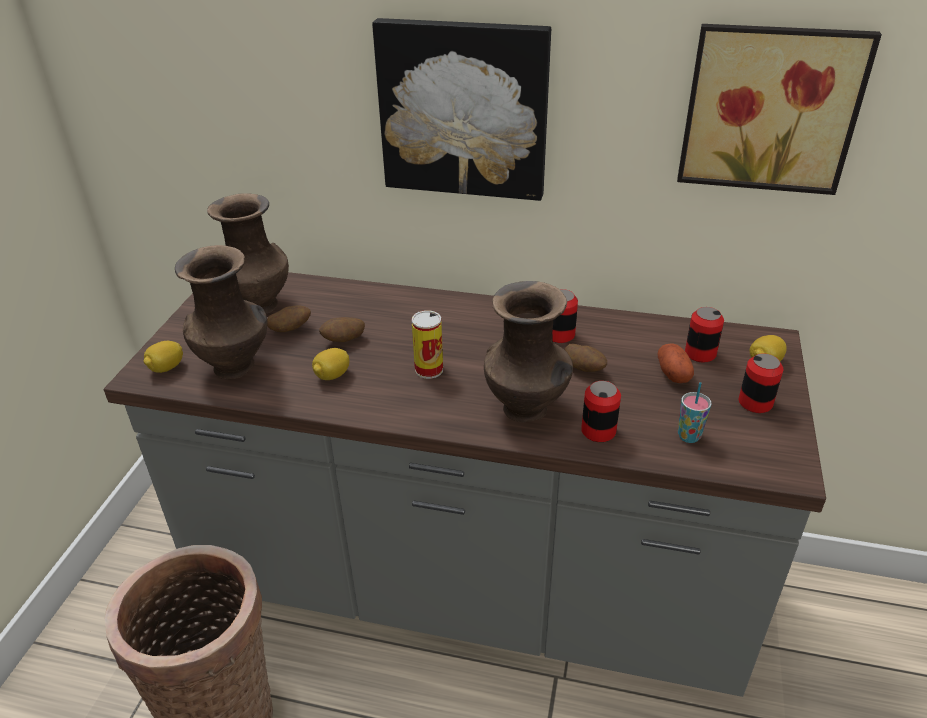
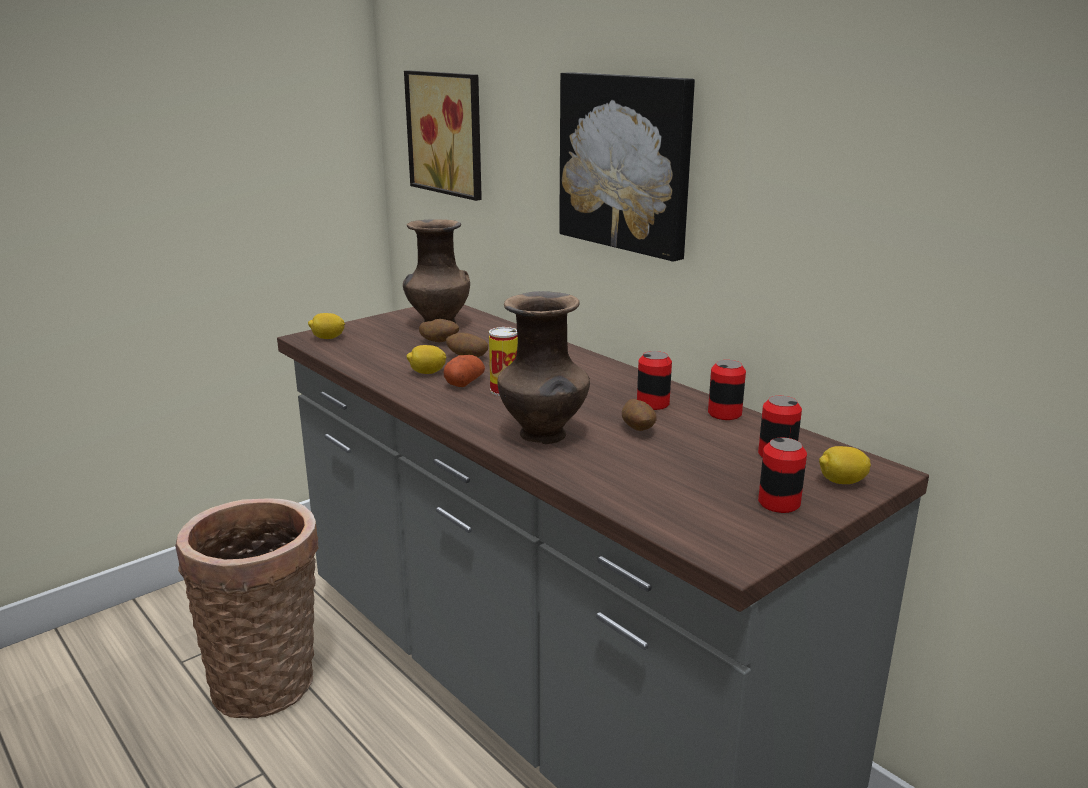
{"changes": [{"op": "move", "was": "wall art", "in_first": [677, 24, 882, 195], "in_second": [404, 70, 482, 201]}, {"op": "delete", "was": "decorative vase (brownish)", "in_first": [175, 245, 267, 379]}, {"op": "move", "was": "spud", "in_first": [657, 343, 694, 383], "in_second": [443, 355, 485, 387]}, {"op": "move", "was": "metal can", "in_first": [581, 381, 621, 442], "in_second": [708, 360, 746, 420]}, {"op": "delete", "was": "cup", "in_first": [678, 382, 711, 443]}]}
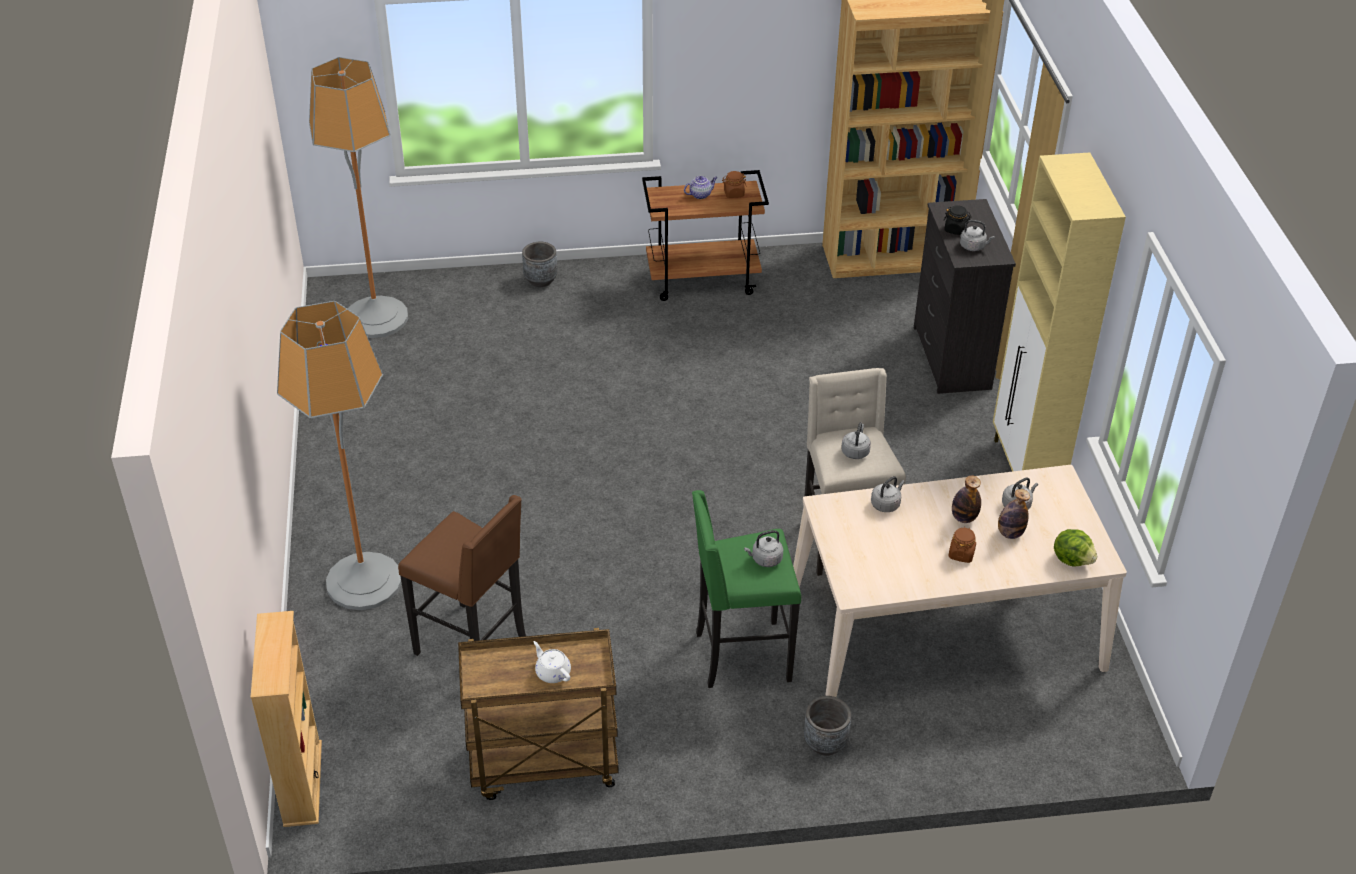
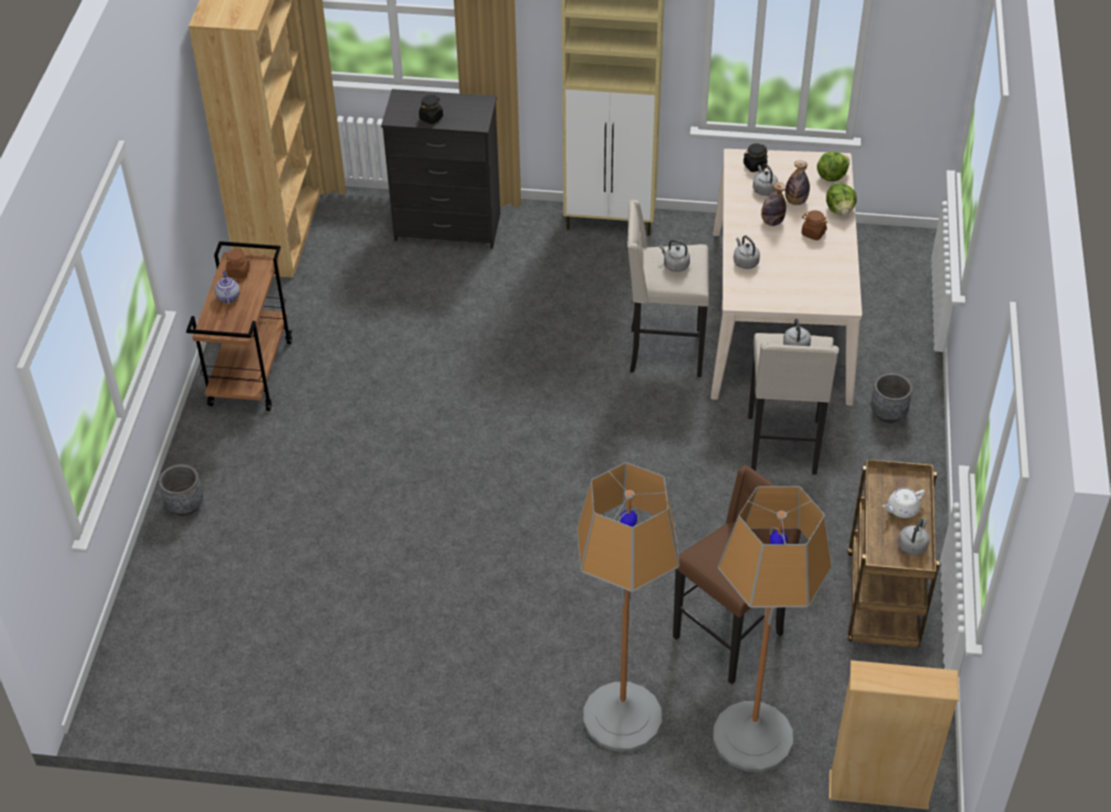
{"changes": [{"op": "move", "was": "standard lamp", "in_first": [309, 57, 408, 338], "in_second": [713, 486, 832, 772]}, {"op": "move", "was": "kettle (gray)", "in_first": [960, 220, 995, 251], "in_second": [898, 518, 930, 555]}, {"op": "recolor", "was": "stool (green)", "now": "stool (beige)", "in_first": [692, 490, 801, 688], "in_second": [748, 333, 839, 475]}, {"op": "insert", "now": "preserve jar (black)", "in_second": [743, 143, 768, 172]}, {"op": "insert", "now": "lettuce", "in_second": [826, 183, 857, 215]}]}
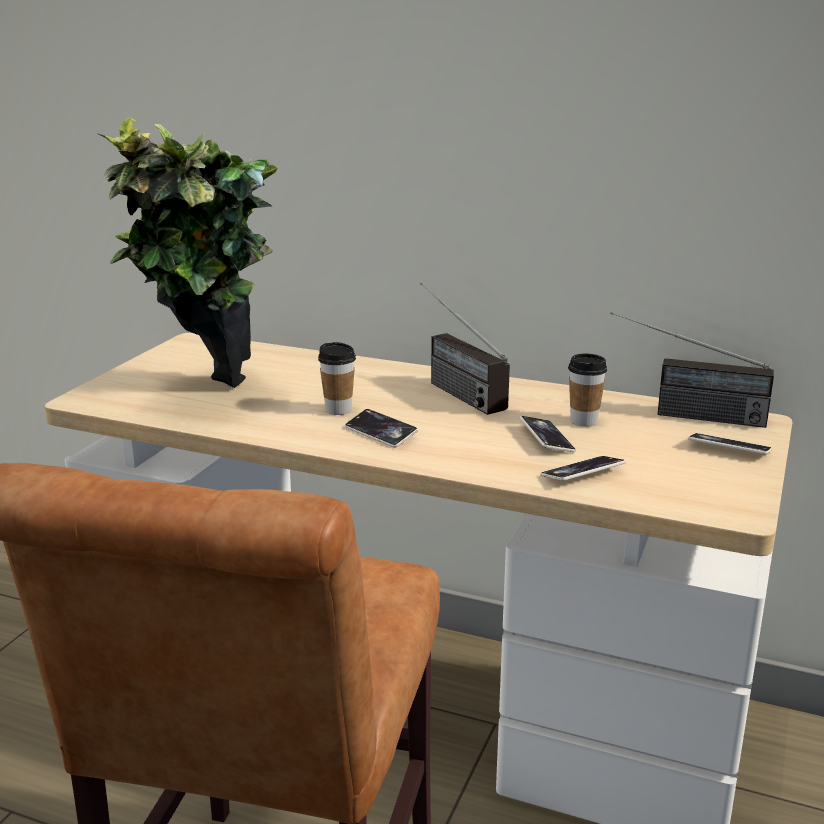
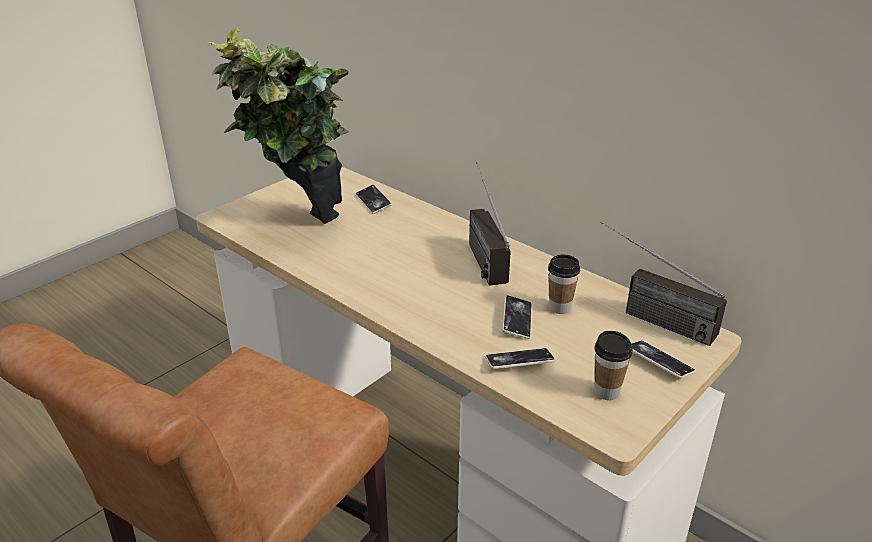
{"changes": [{"op": "move", "was": "cup", "in_first": [318, 342, 356, 415], "in_second": [594, 331, 632, 400]}, {"op": "move", "was": "phone", "in_first": [345, 409, 418, 448], "in_second": [355, 185, 392, 214]}]}
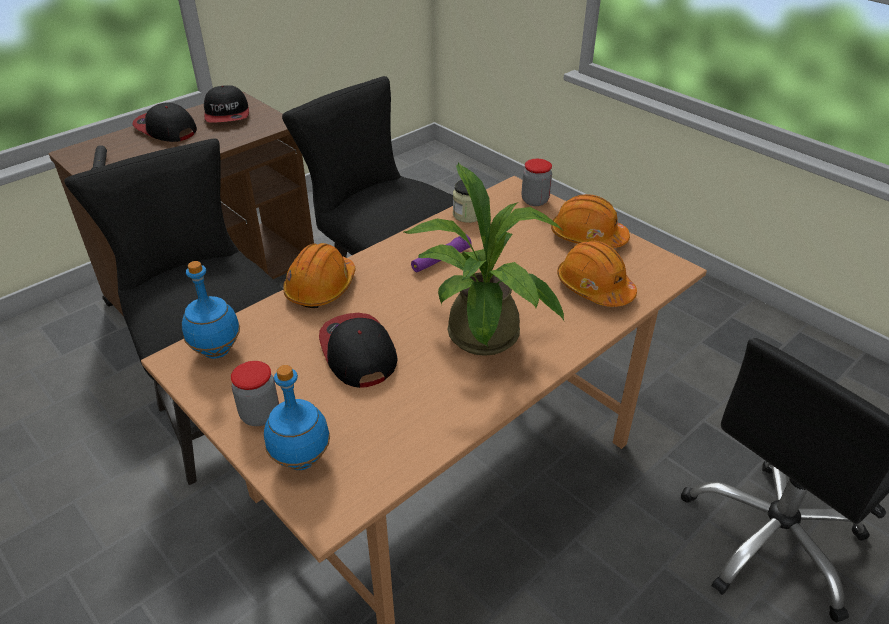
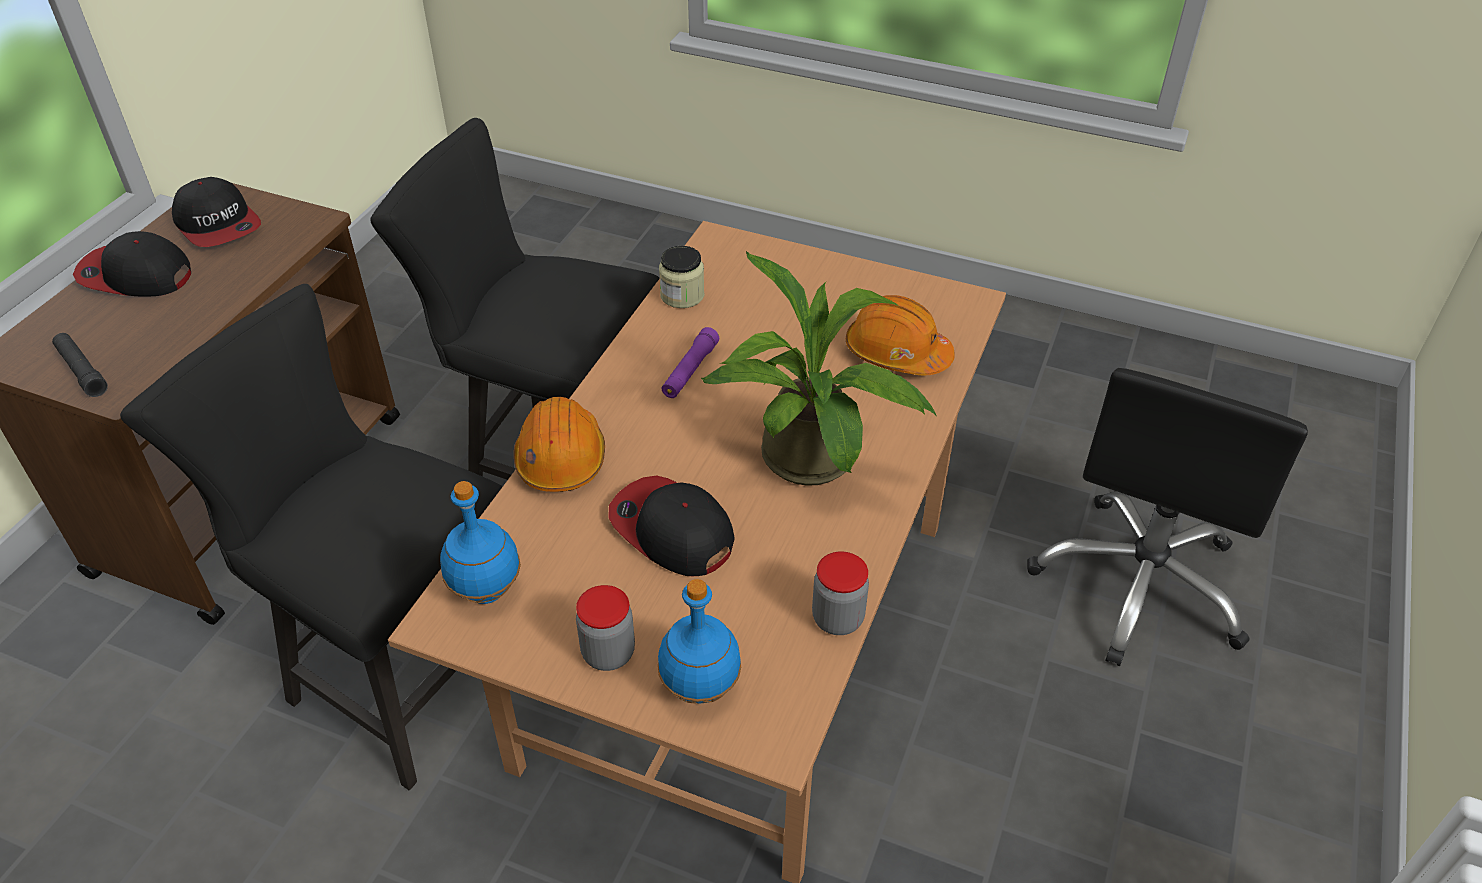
{"changes": [{"op": "move", "was": "preserve jar", "in_first": [522, 159, 552, 206], "in_second": [812, 551, 869, 635]}, {"op": "delete", "was": "work helmet (orange)", "in_first": [551, 194, 630, 248]}]}
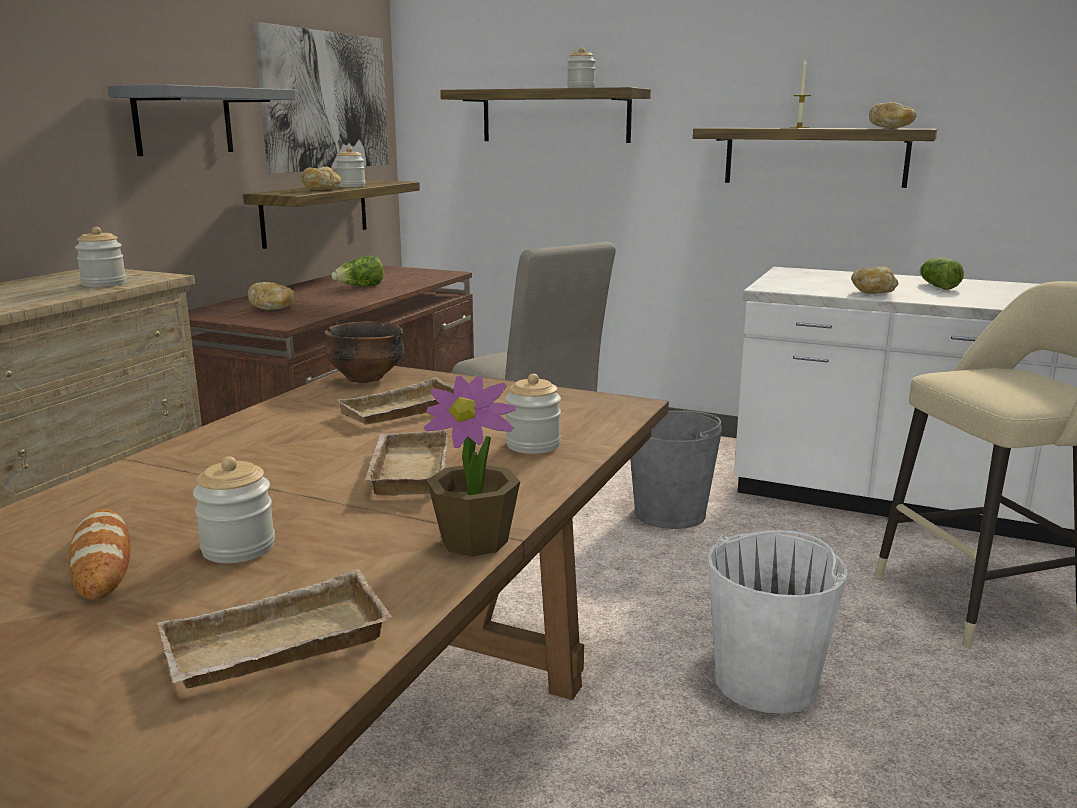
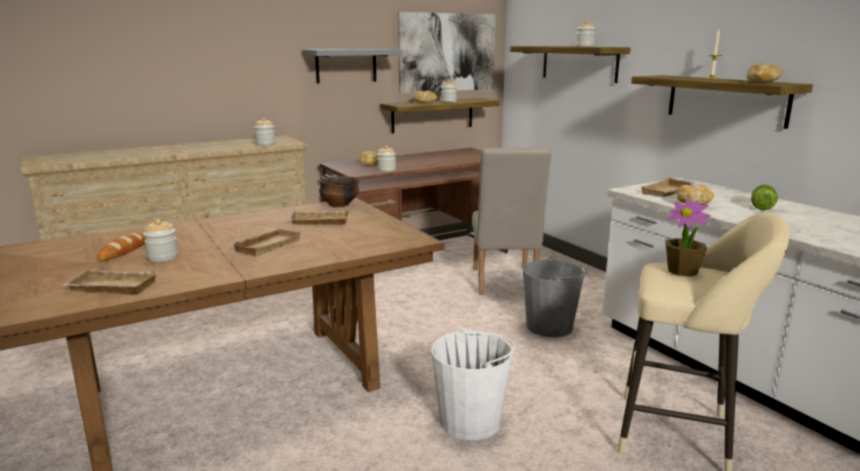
{"changes": [{"op": "delete", "was": "lettuce", "in_first": [331, 256, 384, 287]}, {"op": "move", "was": "preserve jar", "in_first": [505, 374, 561, 454], "in_second": [378, 146, 396, 172]}, {"op": "move", "was": "plant in a pot", "in_first": [424, 376, 520, 557], "in_second": [665, 199, 710, 277]}, {"op": "insert", "now": "tray (beige)", "in_second": [640, 177, 694, 197]}]}
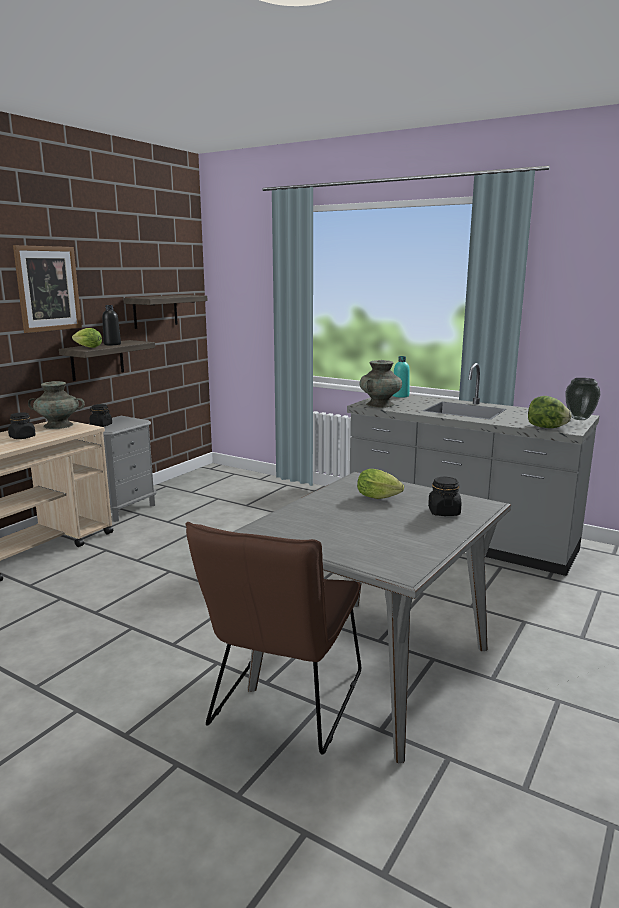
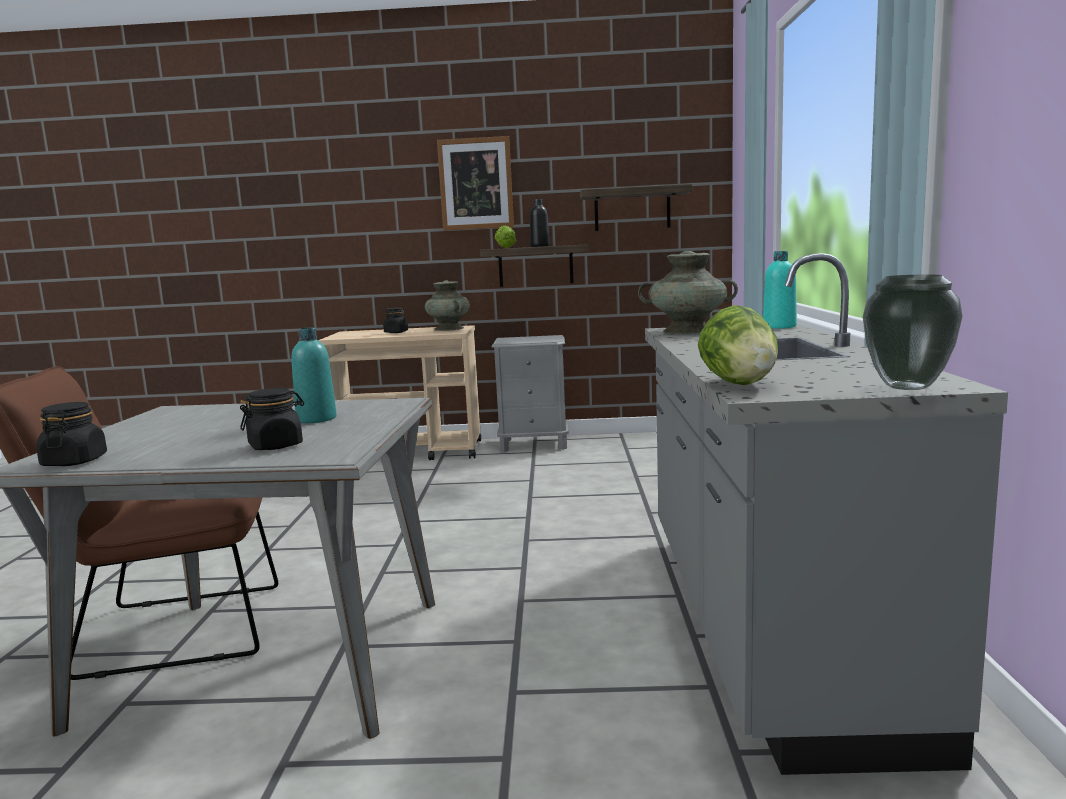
{"changes": [{"op": "move", "was": "preserve jar (black)", "in_first": [89, 404, 112, 427], "in_second": [36, 402, 107, 466]}, {"op": "replace", "was": "lettuce", "now": "bottle (turquoise)", "in_first": [357, 469, 404, 499], "in_second": [291, 327, 337, 423]}]}
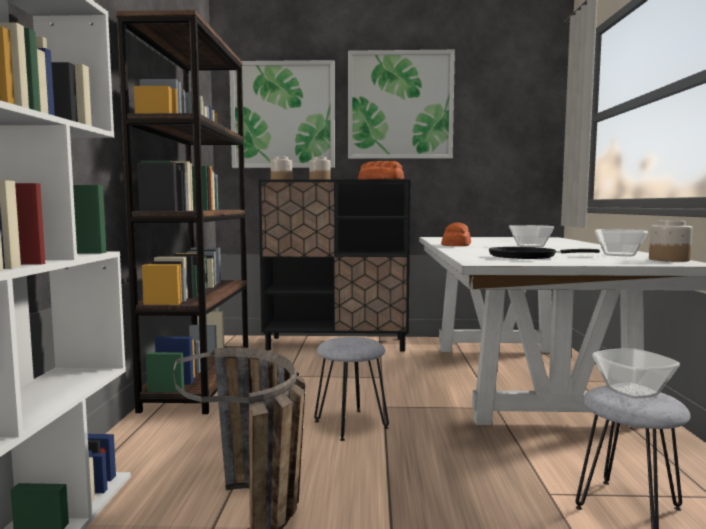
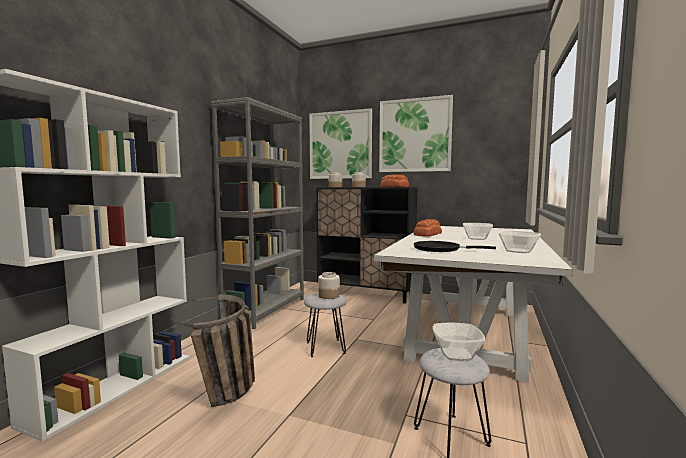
{"changes": [{"op": "recolor", "was": "bookshelf (brownish)", "now": "bookshelf (gray)", "in_first": [115, 10, 248, 414], "in_second": [211, 97, 304, 329]}, {"op": "move", "was": "preserve jar", "in_first": [649, 220, 693, 262], "in_second": [318, 272, 340, 299]}]}
